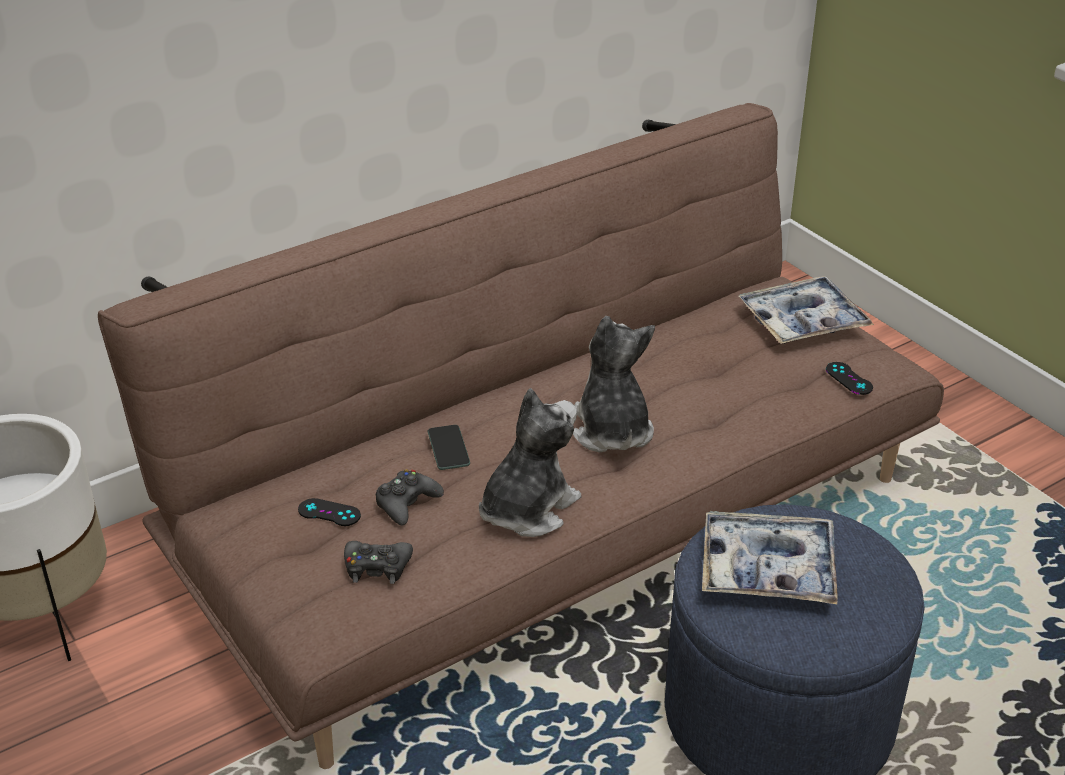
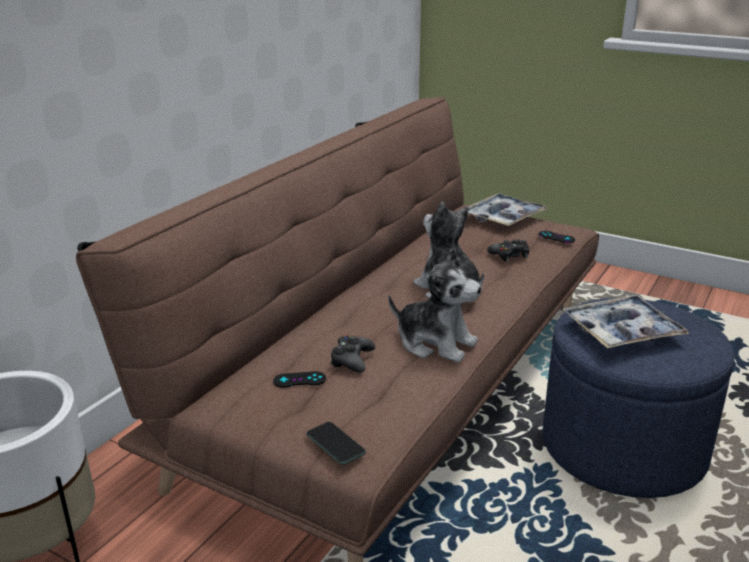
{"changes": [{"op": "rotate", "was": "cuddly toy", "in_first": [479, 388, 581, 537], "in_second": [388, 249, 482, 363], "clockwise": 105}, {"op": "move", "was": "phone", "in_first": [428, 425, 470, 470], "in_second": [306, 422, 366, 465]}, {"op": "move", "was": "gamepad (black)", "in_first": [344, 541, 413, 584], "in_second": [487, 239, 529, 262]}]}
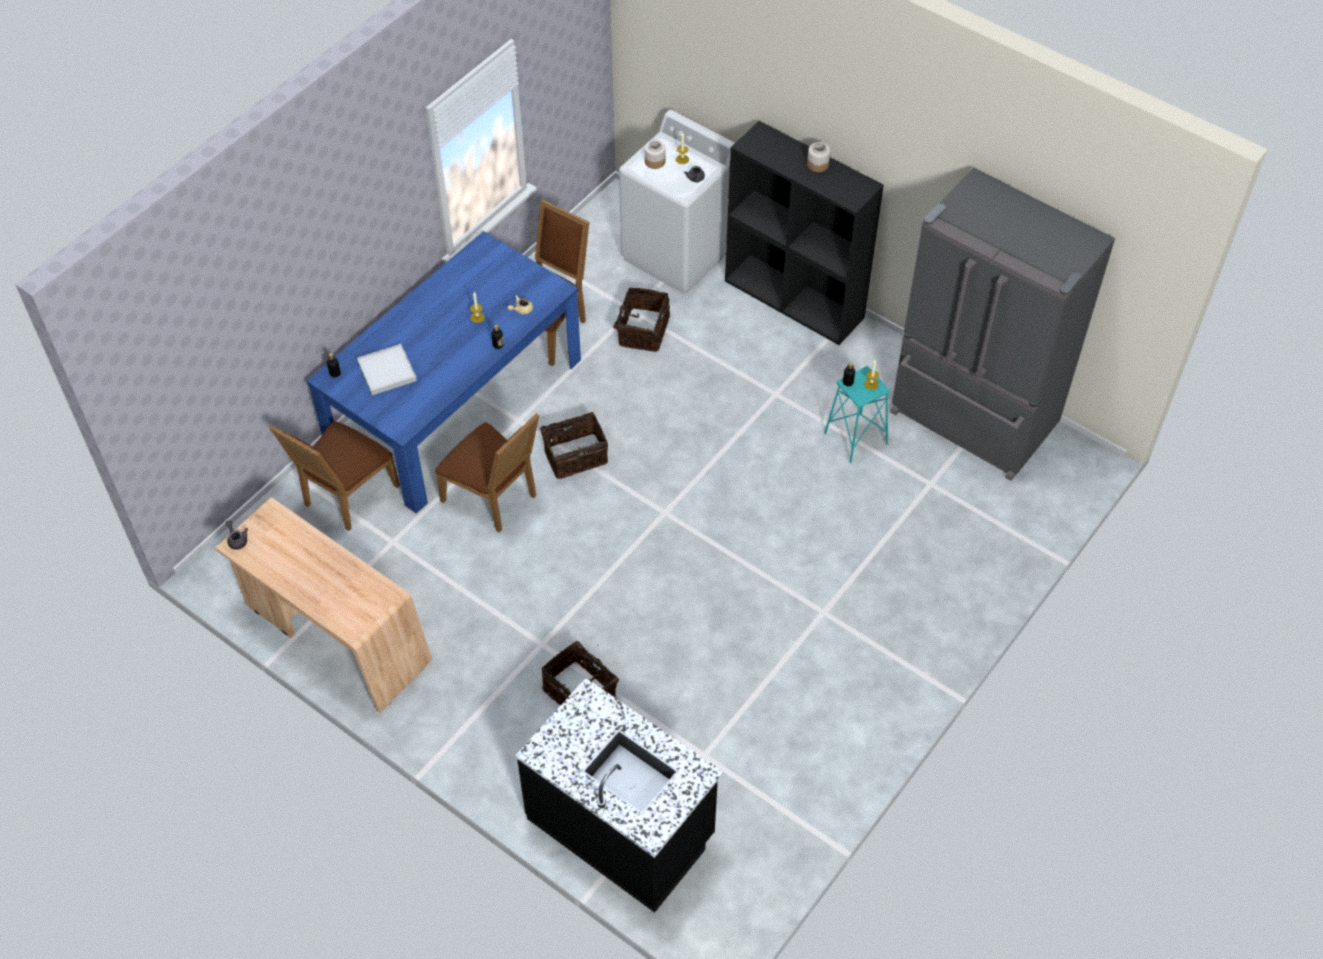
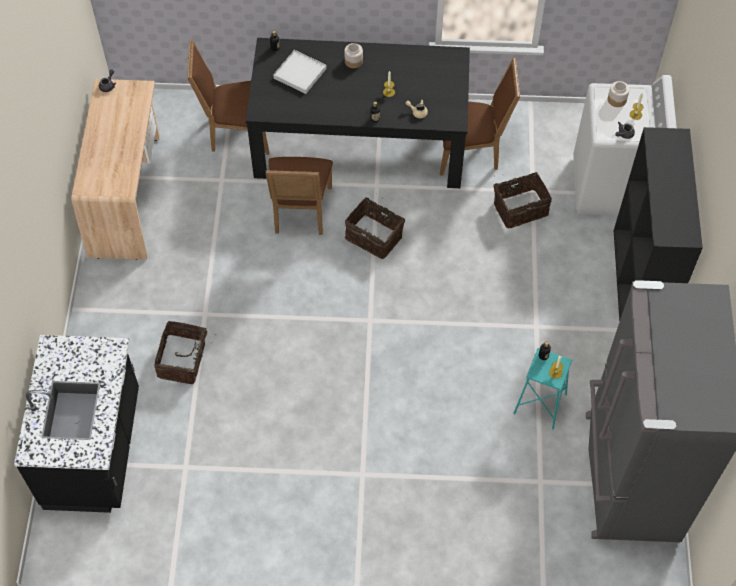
{"changes": [{"op": "move", "was": "preserve jar", "in_first": [807, 142, 830, 172], "in_second": [344, 43, 363, 68]}, {"op": "recolor", "was": "kitchen table (bluish)", "now": "kitchen table (black)", "in_first": [306, 231, 581, 514], "in_second": [246, 38, 470, 188]}]}
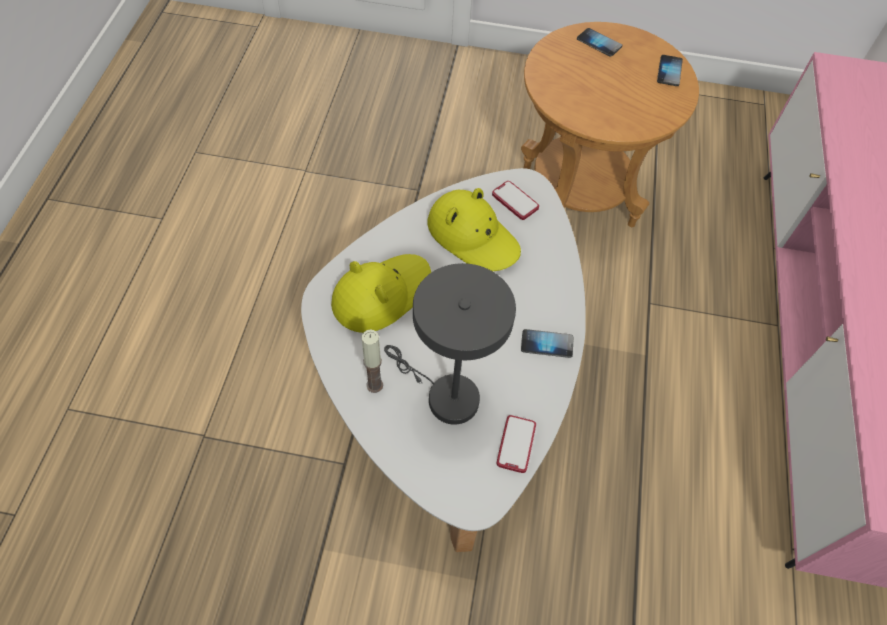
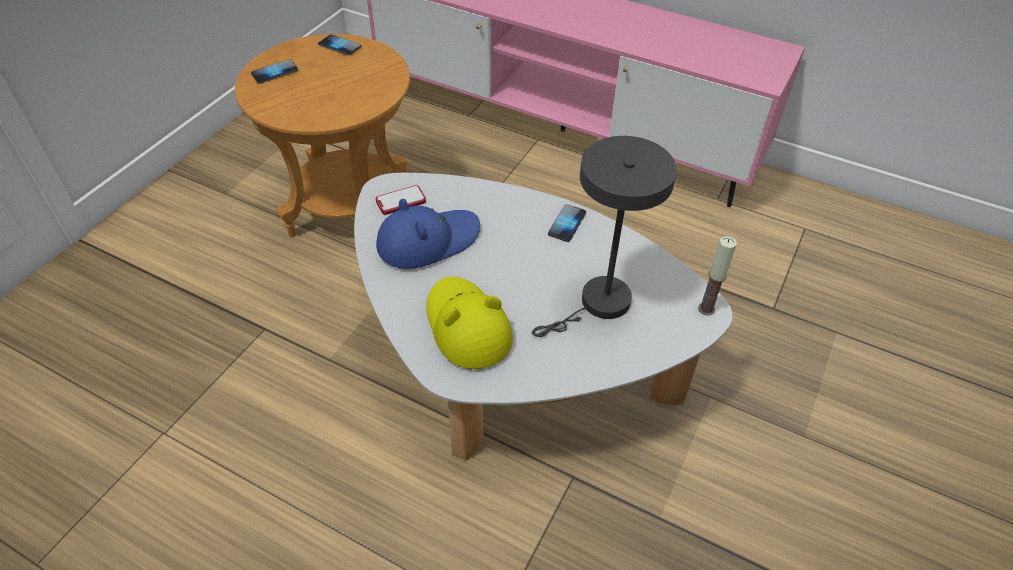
{"changes": [{"op": "recolor", "was": "clothing hat (yellow)", "now": "clothing hat (bluish)", "in_first": [427, 188, 521, 271], "in_second": [376, 199, 480, 269]}, {"op": "move", "was": "wax light", "in_first": [362, 330, 383, 393], "in_second": [698, 236, 737, 316]}, {"op": "delete", "was": "phone", "in_first": [496, 415, 536, 473]}]}
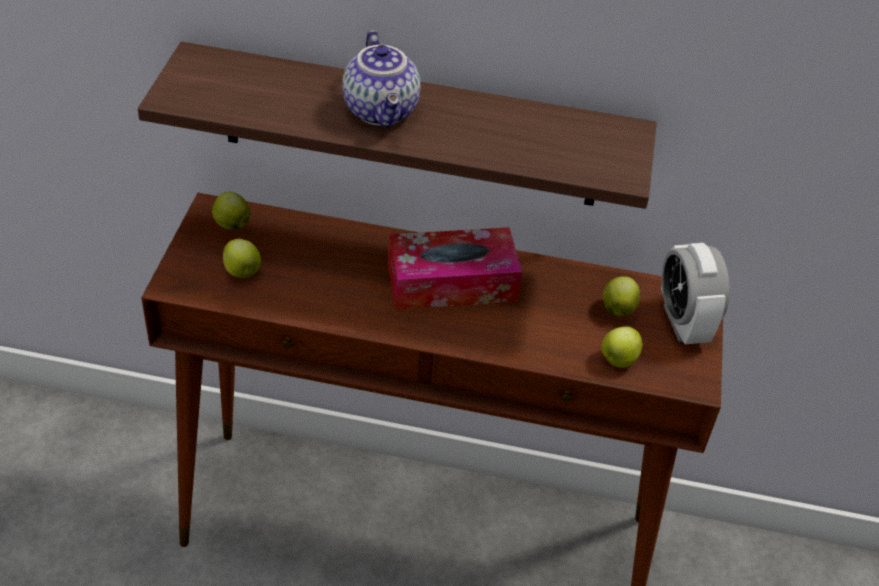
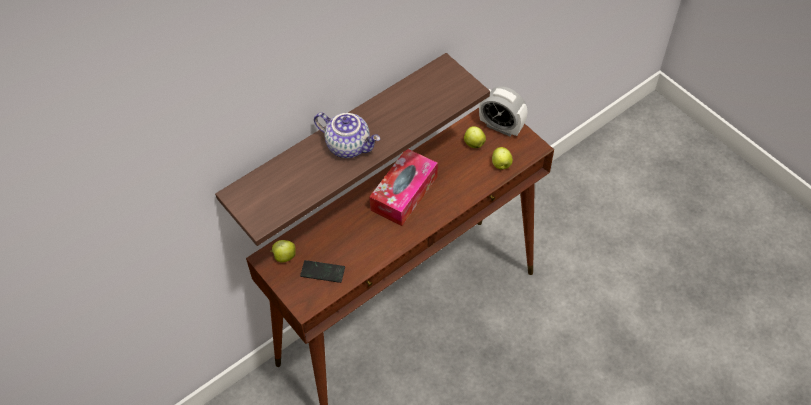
{"changes": [{"op": "replace", "was": "apple", "now": "phone", "in_first": [223, 239, 261, 278], "in_second": [300, 260, 345, 283]}]}
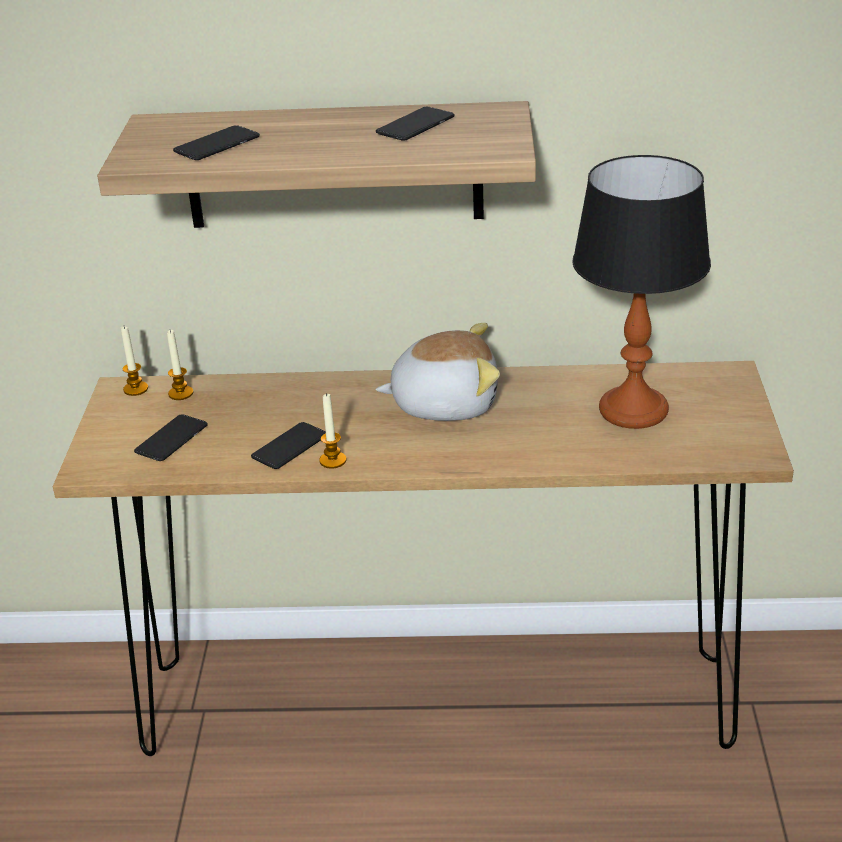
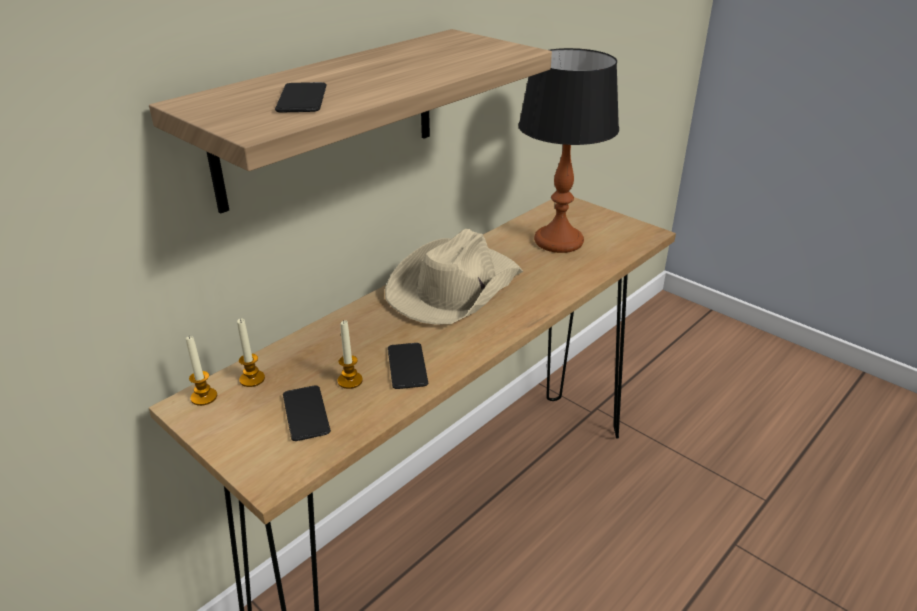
{"changes": [{"op": "delete", "was": "phone", "in_first": [376, 107, 455, 141]}, {"op": "replace", "was": "cuddly toy", "now": "clothing hat (beige)", "in_first": [376, 323, 500, 421], "in_second": [385, 229, 523, 325]}, {"op": "move", "was": "wax light", "in_first": [319, 393, 346, 469], "in_second": [338, 320, 363, 389]}]}
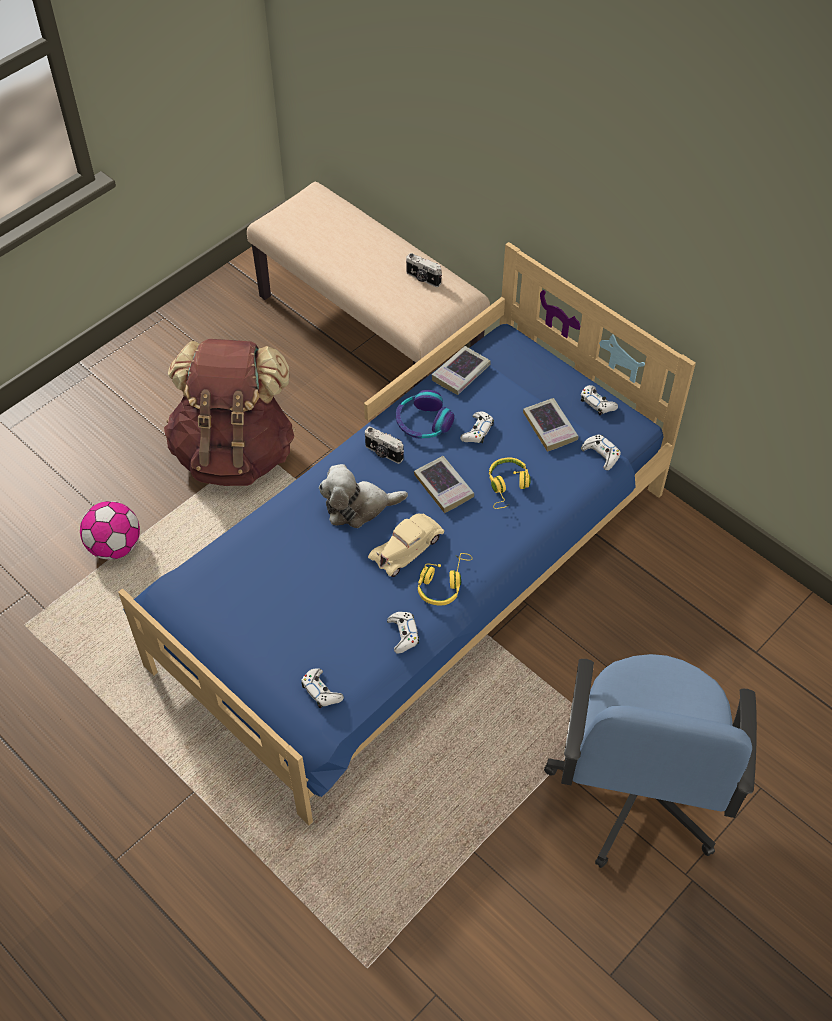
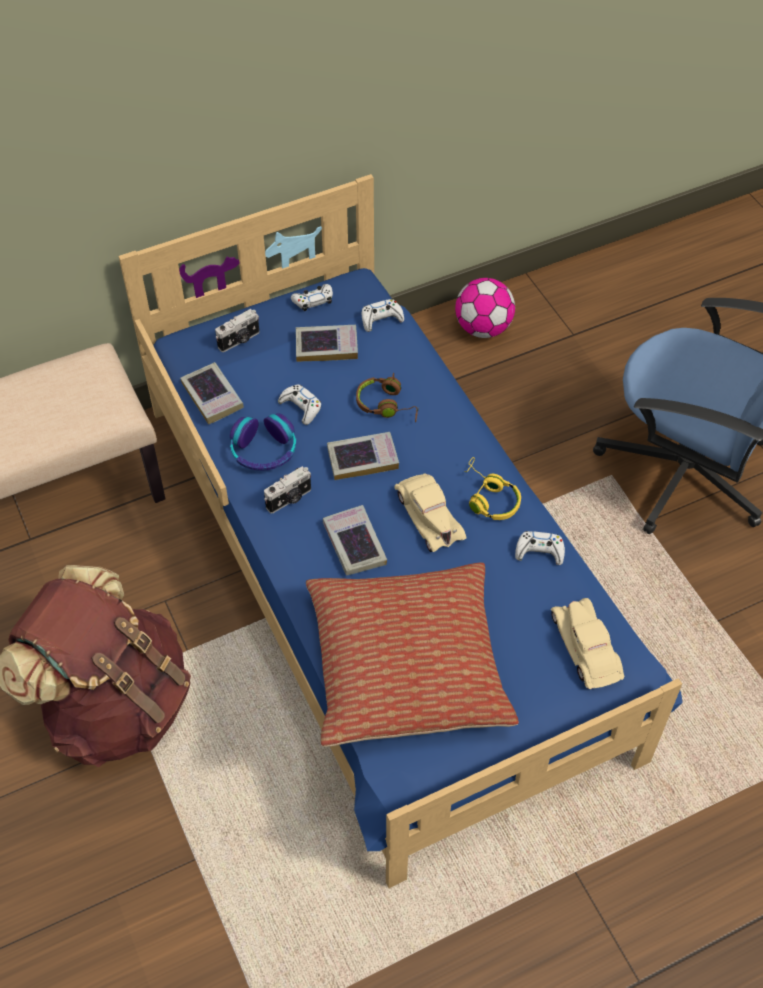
{"changes": [{"op": "move", "was": "photo camera", "in_first": [406, 253, 442, 287], "in_second": [215, 309, 260, 352]}, {"op": "recolor", "was": "headphones (yellow)", "now": "headphones (brownish)", "in_first": [489, 458, 530, 509], "in_second": [356, 373, 419, 423]}, {"op": "replace", "was": "cuddly toy", "now": "volume", "in_first": [319, 464, 408, 528], "in_second": [323, 505, 387, 576]}, {"op": "move", "was": "ball for football", "in_first": [80, 501, 140, 560], "in_second": [455, 278, 515, 338]}, {"op": "replace", "was": "gamepad (white-coloured)", "now": "model car (beige)", "in_first": [301, 668, 344, 708], "in_second": [551, 598, 624, 689]}, {"op": "insert", "now": "cushion", "in_second": [306, 563, 519, 747]}]}
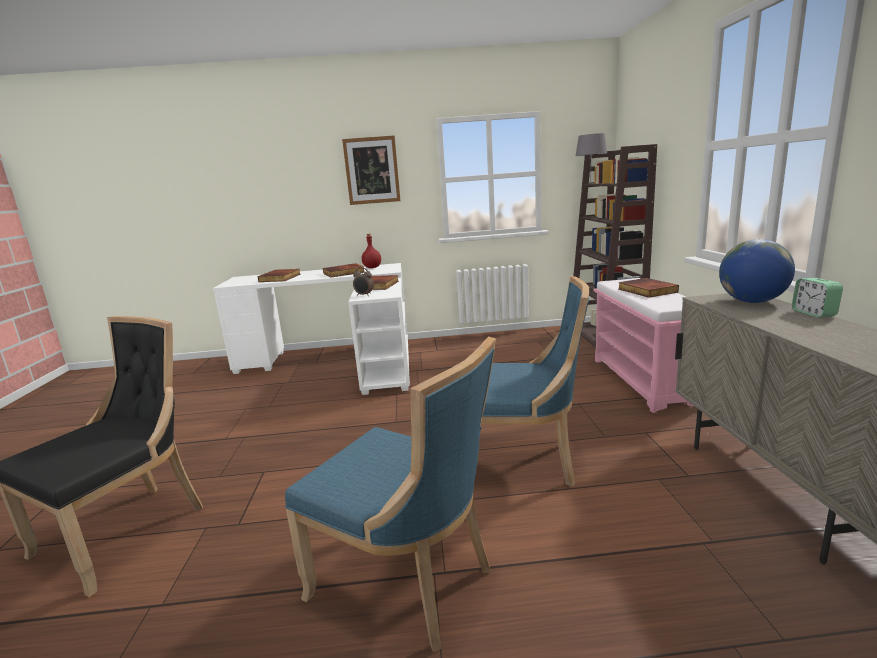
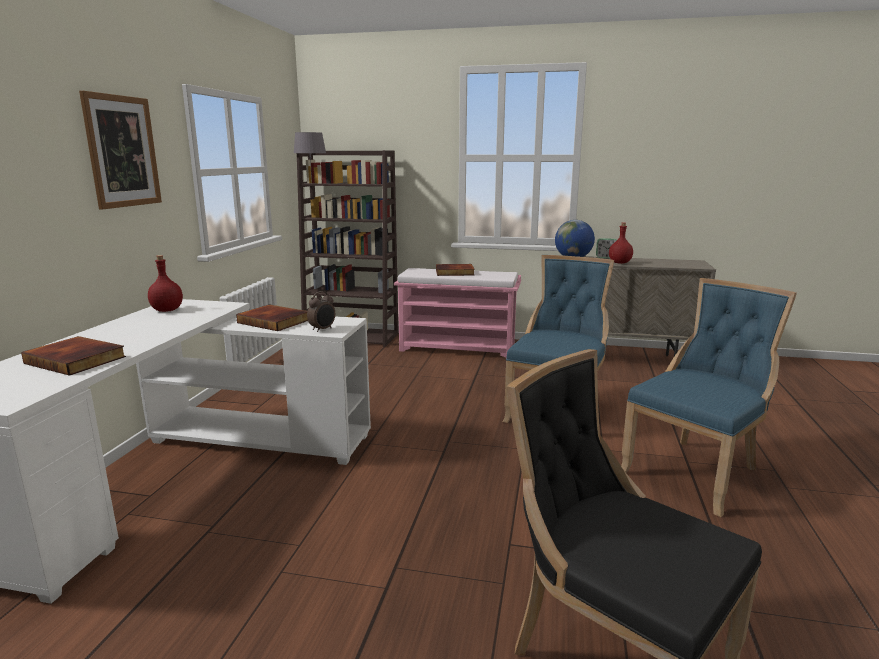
{"changes": [{"op": "delete", "was": "volume", "in_first": [323, 263, 364, 277]}, {"op": "insert", "now": "bottle (red-coloured)", "in_second": [609, 223, 633, 264]}]}
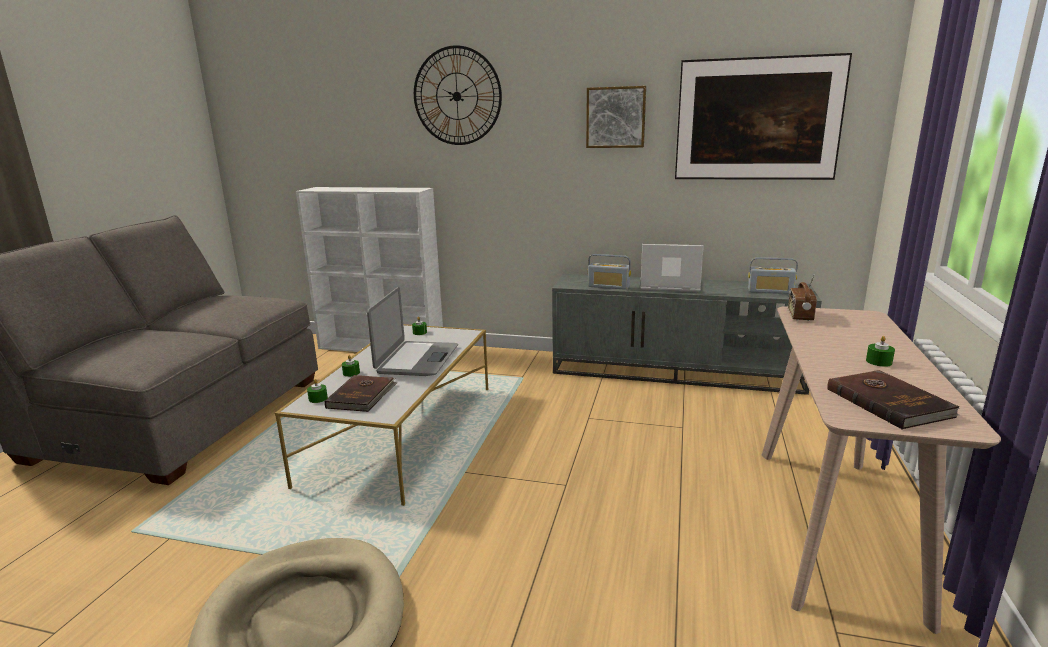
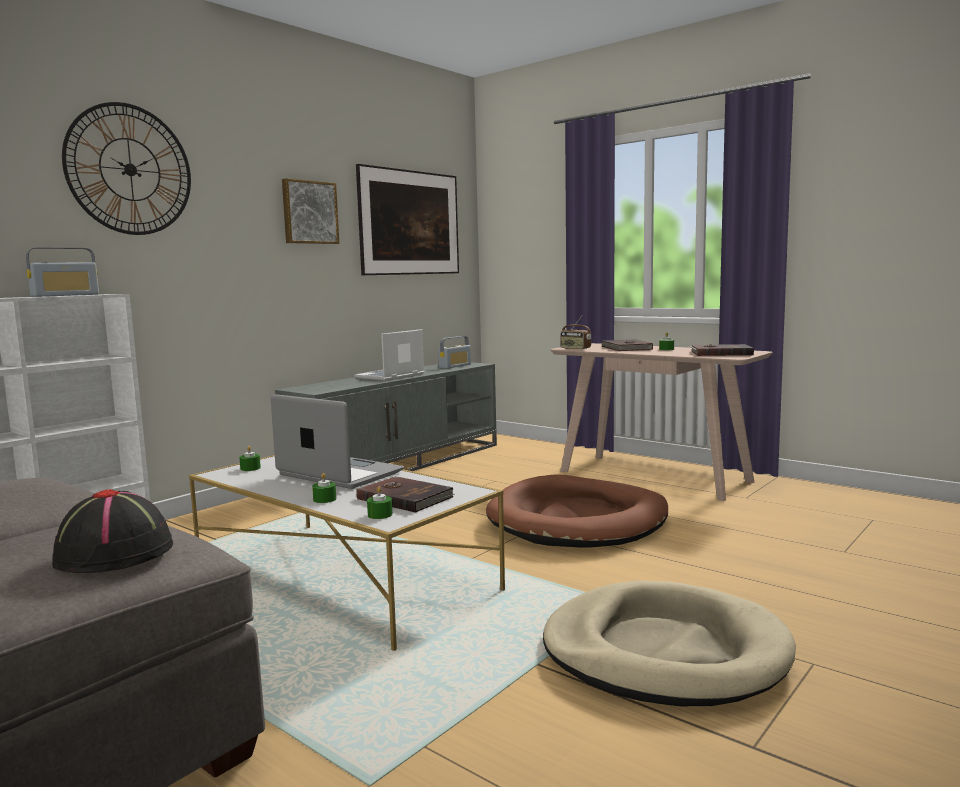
{"changes": [{"op": "move", "was": "radio", "in_first": [588, 254, 631, 290], "in_second": [26, 248, 99, 297]}, {"op": "insert", "now": "volume (brownish)", "in_second": [602, 339, 653, 351]}, {"op": "insert", "now": "pet bed (brownish)", "in_second": [486, 474, 668, 547]}, {"op": "insert", "now": "clothing hat (black)", "in_second": [52, 489, 173, 573]}]}
